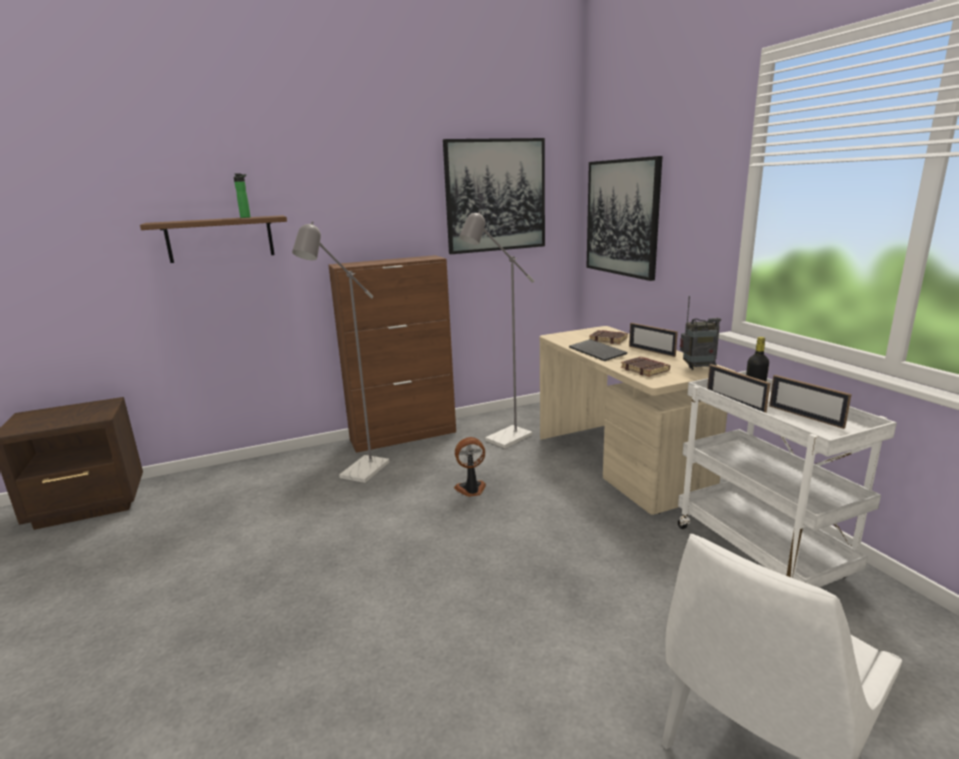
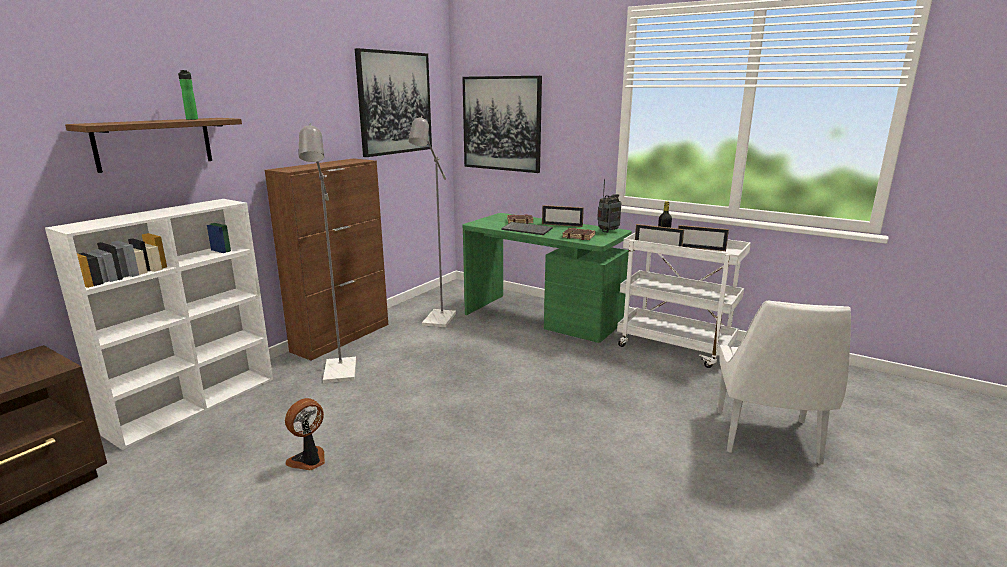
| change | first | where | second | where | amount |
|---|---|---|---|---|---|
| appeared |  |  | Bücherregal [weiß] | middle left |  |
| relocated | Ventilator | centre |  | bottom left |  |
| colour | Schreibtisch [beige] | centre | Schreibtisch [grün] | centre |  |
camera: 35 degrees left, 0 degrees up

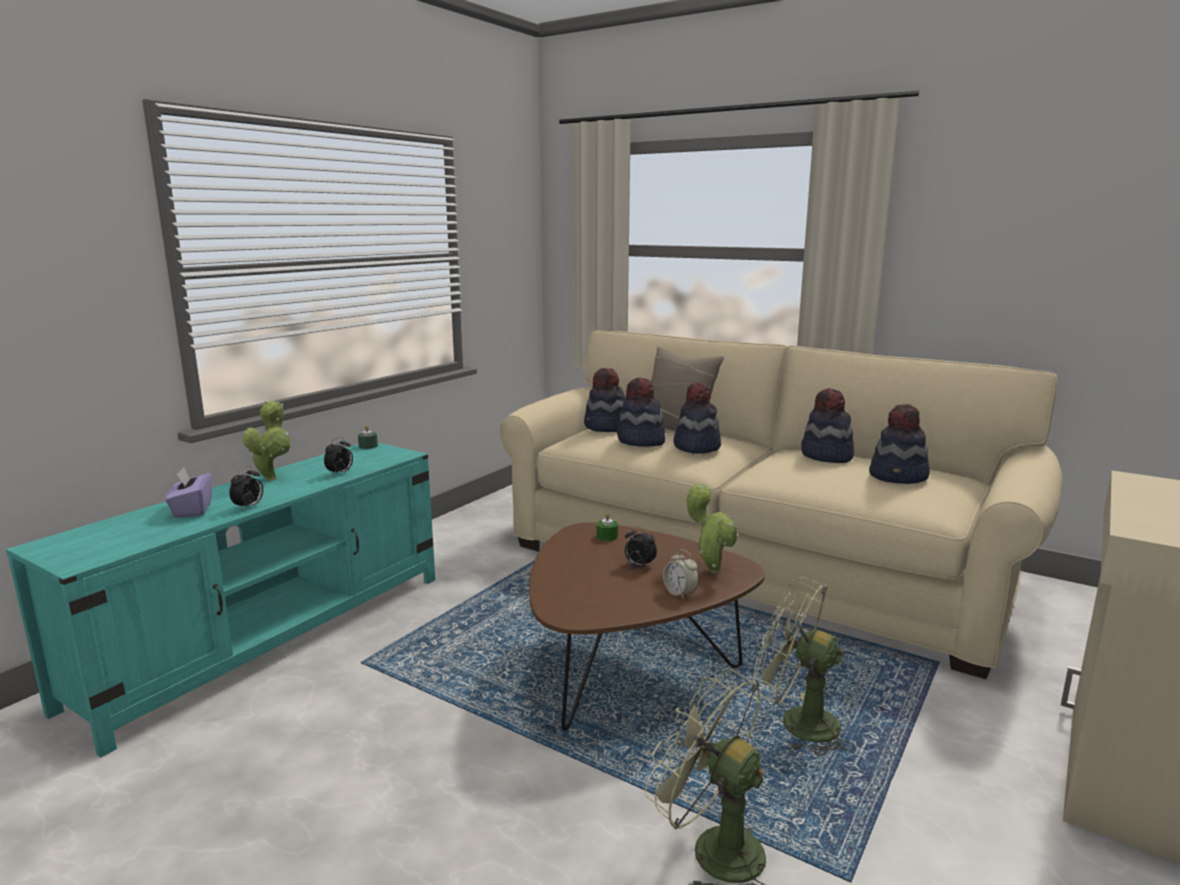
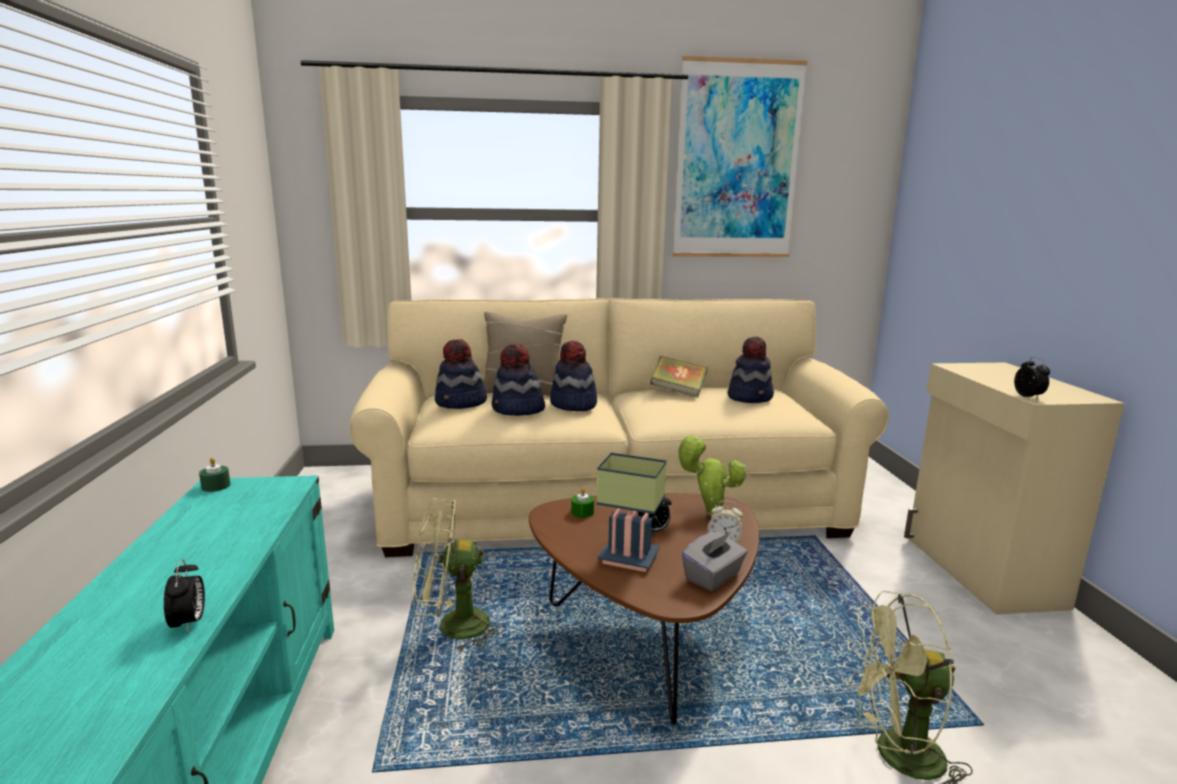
| change | first | where | second | where | amount |
|---|---|---|---|---|---|
| missing | Taschentuchbox [lila] | middle left |  |  |  |
| missing | Topfpflanze (no. 1 from left) | middle left |  |  |  |
| appeared |  |  | Tischlampe | centre |  |
| appeared |  |  | Bild | top centre |  |
| appeared |  |  | Taschentuchbox [grau] | bottom centre |  |
| relocated | Wecker (no. 2 from left in the first image) | middle left | Wecker (no. 4 from left) | middle right |  |
| relocated | Ventilator [grün] (no. 2 from left in the first image) | bottom right | Ventilator [grün] (no. 1 from left) | bottom centre |  |
| exchanged | Hut (no. 4 from left) | middle right | Buch | centre |  |
camera: 40 degrees left, 0 degrees up

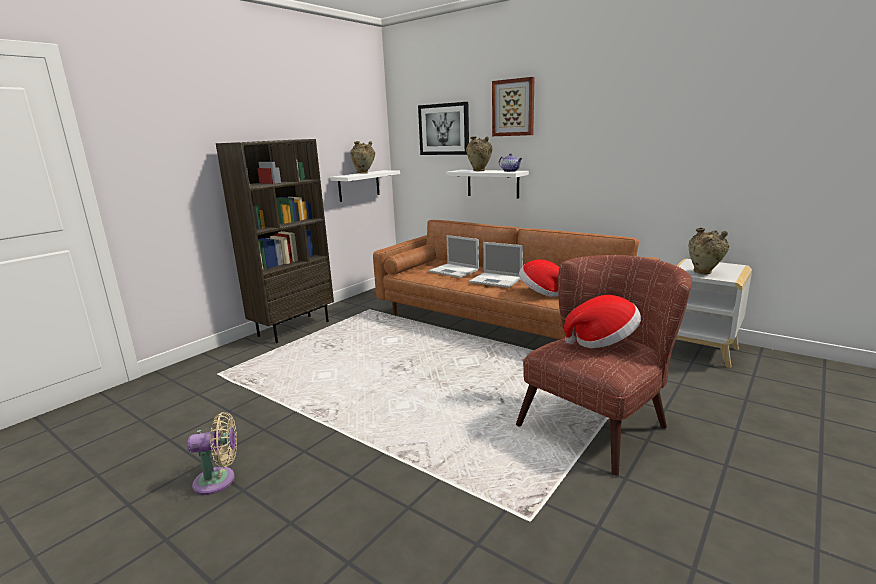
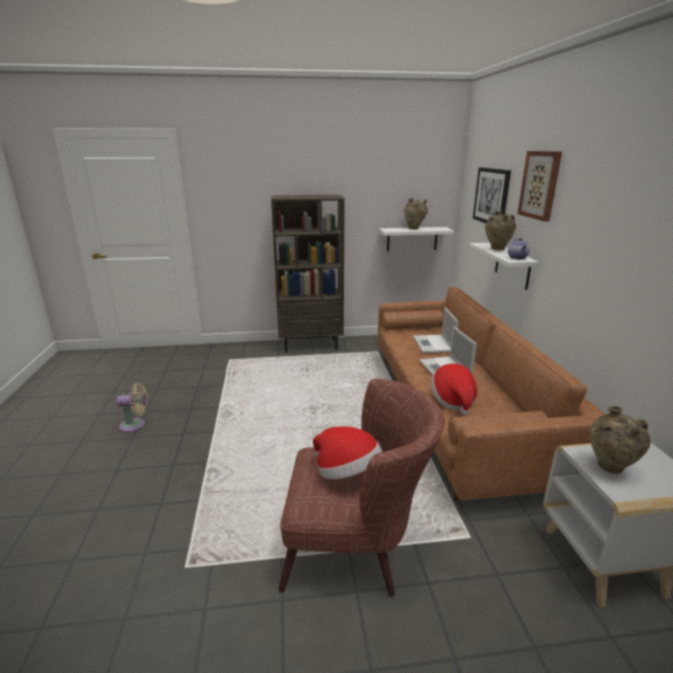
| change | first | where | second | where | amount |
|---|---|---|---|---|---|
| spun | Ventilator [beige] | bottom left |  | middle left | 45 degrees counterclockwise |
camera: 45 degrees right, 5 degrees up

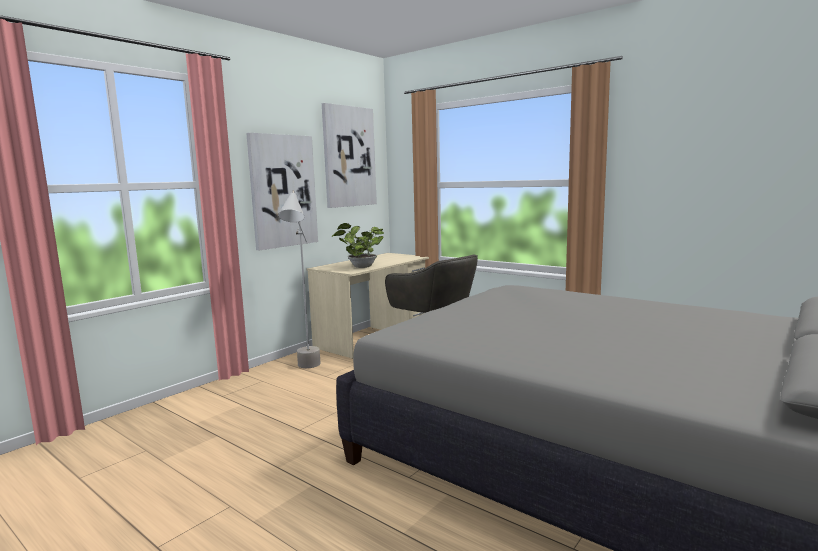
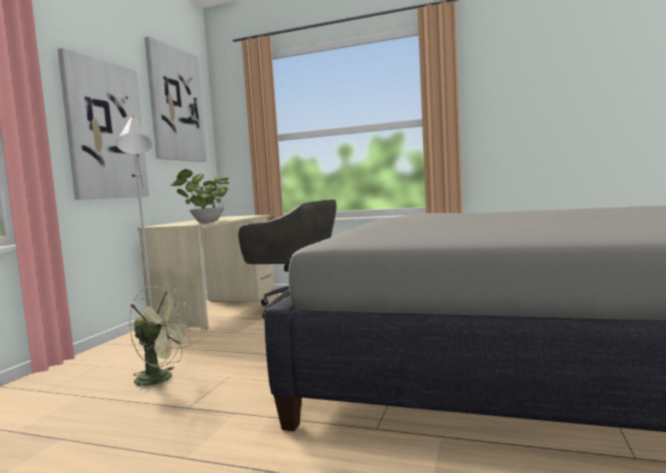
| change | first | where | second | where | amount |
|---|---|---|---|---|---|
| appeared |  |  | Ventilator [grün] | bottom left |  |
camera: 20 degrees left, 5 degrees down

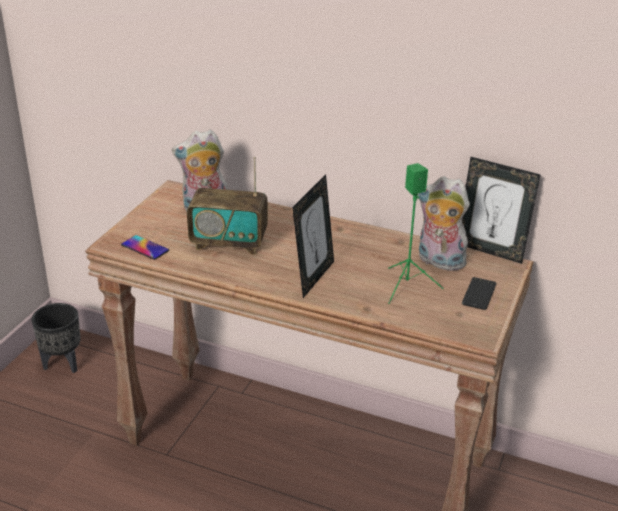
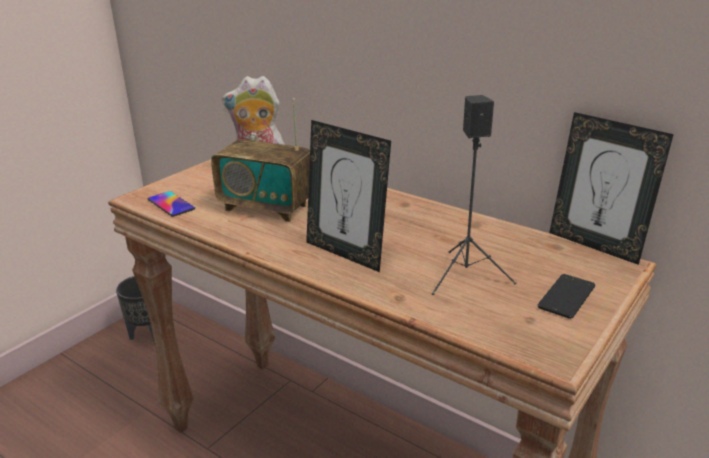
| change | first | where | second | where | amount |
|---|---|---|---|---|---|
| missing | Plüschtier (no. 2 from left) | middle right |  |  |  |
| colour | Lautsprecher [grün] | middle right | Lautsprecher [schwarz] | middle right |  |
| spun | Bilderrahmen (no. 1 from left) | centre |  | centre | 90 degrees clockwise |
camera: 15 degrees right, 5 degrees down

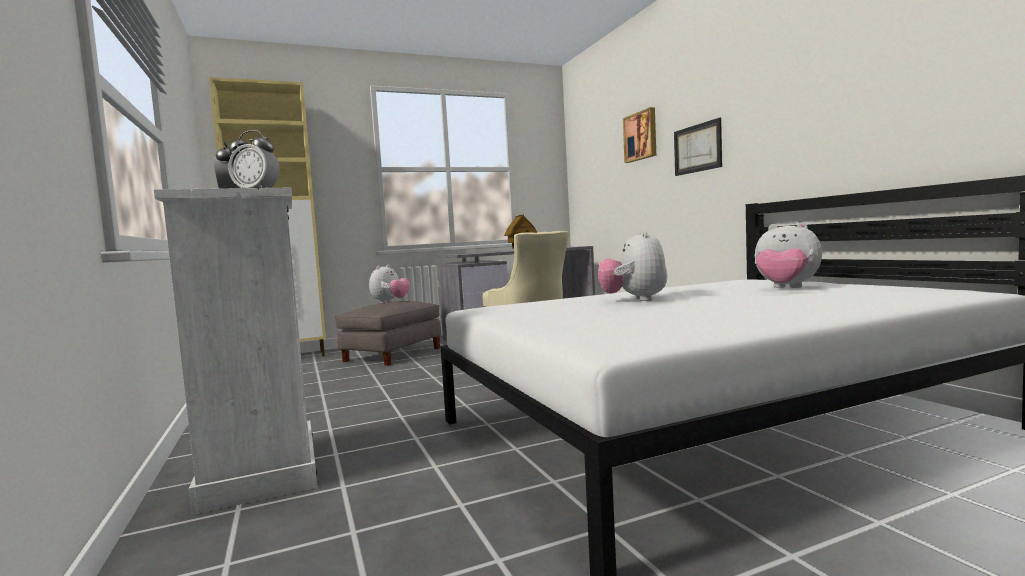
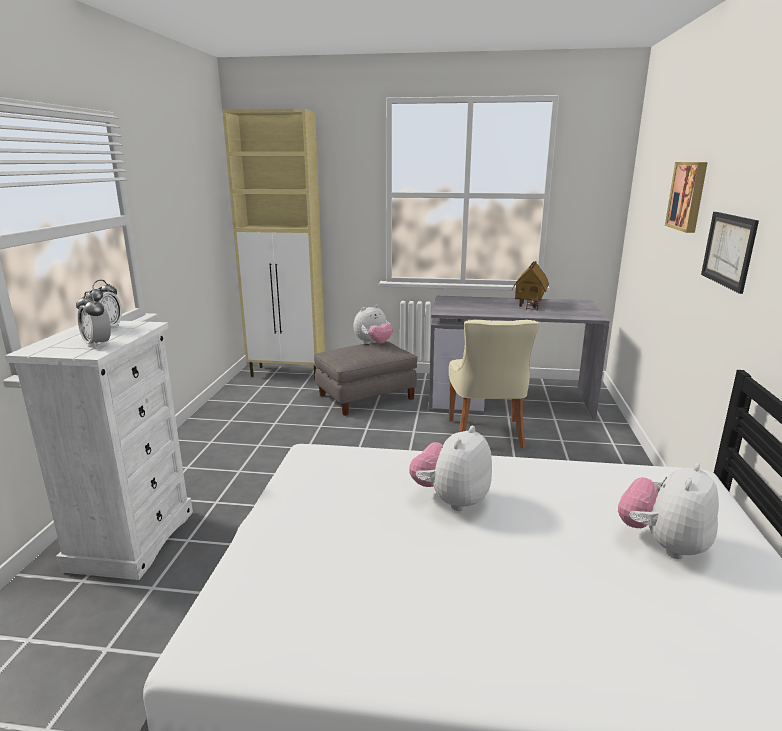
| change | first | where | second | where | amount |
|---|---|---|---|---|---|
| spun | Plüschtier (no. 3 from left) | middle right |  | bottom right | 60 degrees clockwise |
camera: 30 degrees right, 15 degrees up

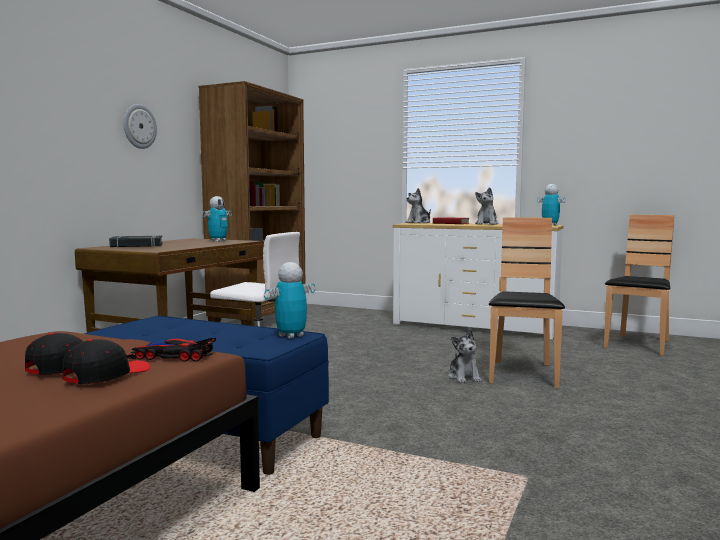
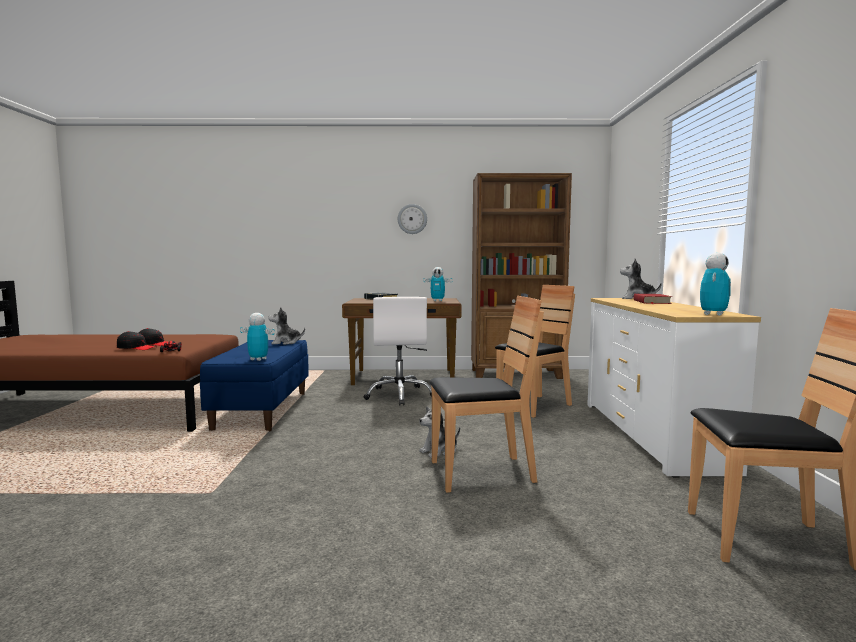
| change | first | where | second | where | amount |
|---|---|---|---|---|---|
| appeared |  |  | Stuhl [braun] (no. 2 from left) | centre |  |
| relocated | Plüschtier (no. 3 from left in the first image) | middle right | Plüschtier (no. 1 from left) | centre |  |
camera: 65 degrees right, 0 degrees up

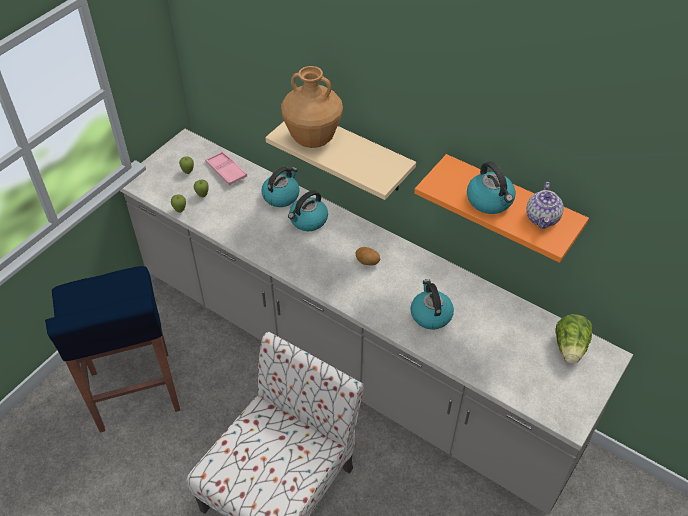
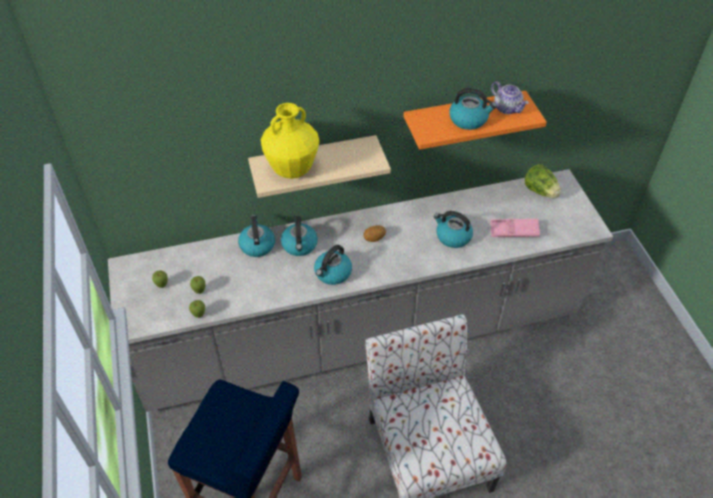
| change | first | where | second | where | amount |
|---|---|---|---|---|---|
| appeared |  |  | Wasserkessel (no. 3 from left) | centre |  |
| relocated | Tablett [rosa] | top left |  | middle right |  |
| colour | Vase [braun] | top centre | Vase [gelb] | top centre |  |
camera: 50 degrees left, 0 degrees up

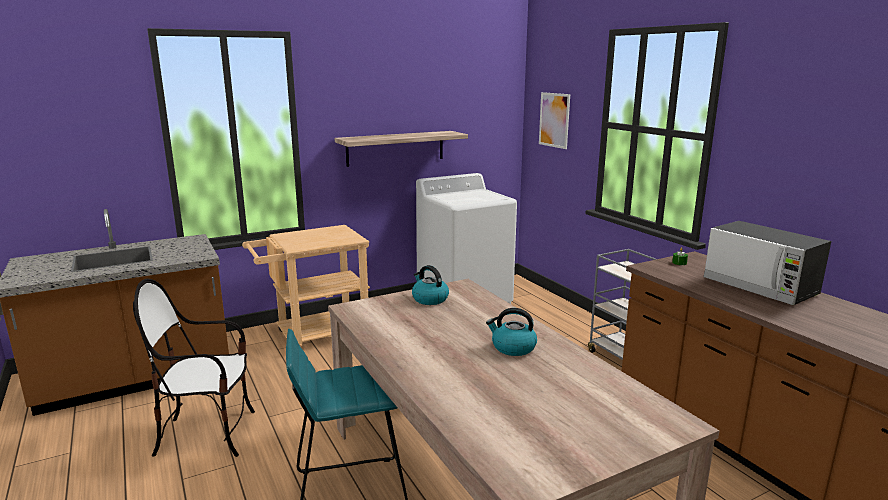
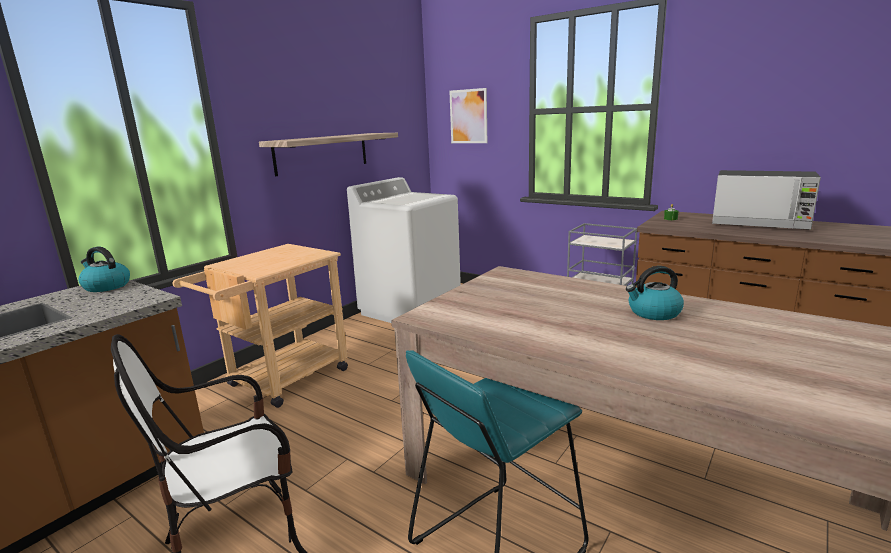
| change | first | where | second | where | amount |
|---|---|---|---|---|---|
| relocated | Wasserkessel (no. 1 from left) | centre |  | middle left |  |
camera: 25 degrees left, 0 degrees up

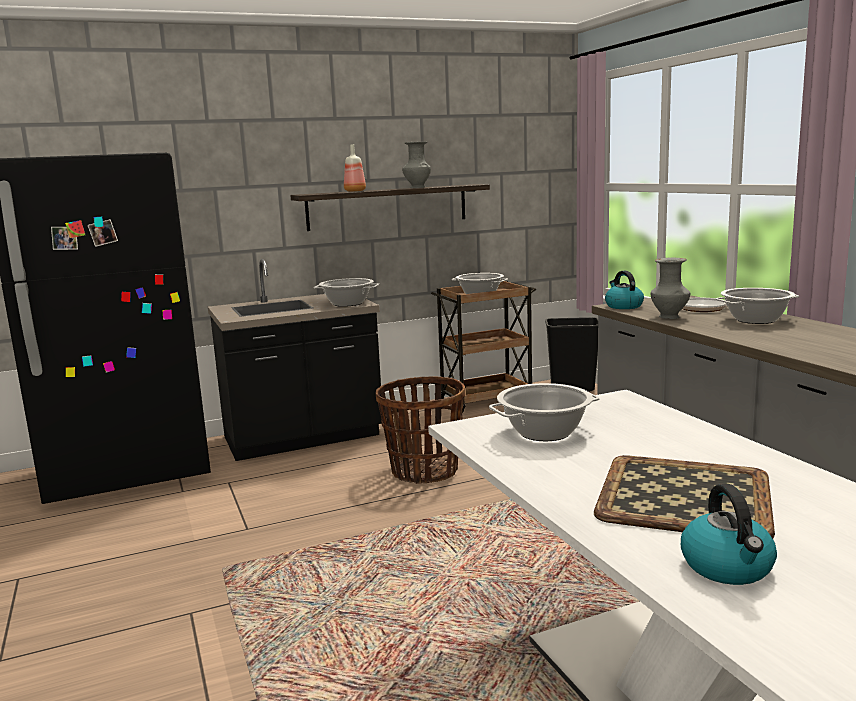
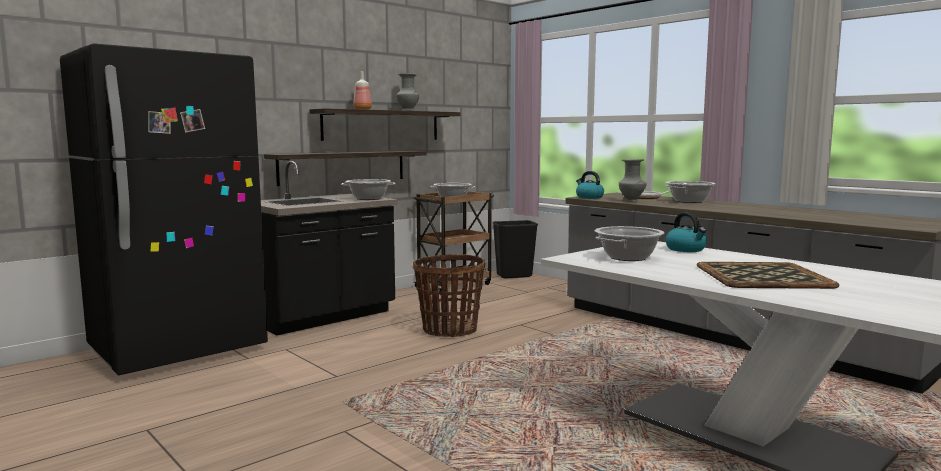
| change | first | where | second | where | amount |
|---|---|---|---|---|---|
| appeared |  |  | Wandregal (no. 1 from left) | centre |  |
| relocated | Wasserkessel (no. 2 from left) | bottom right |  | middle right |  |
camera: 20 degrees left, 5 degrees down

